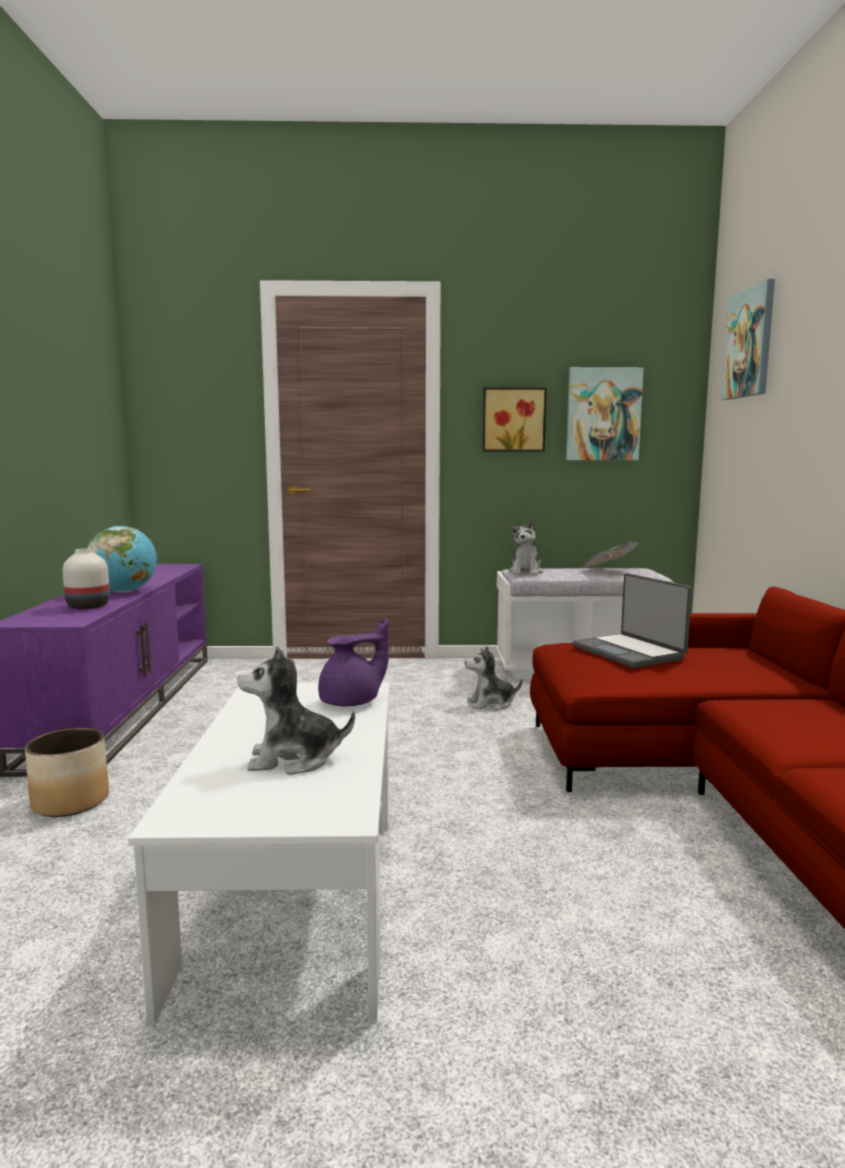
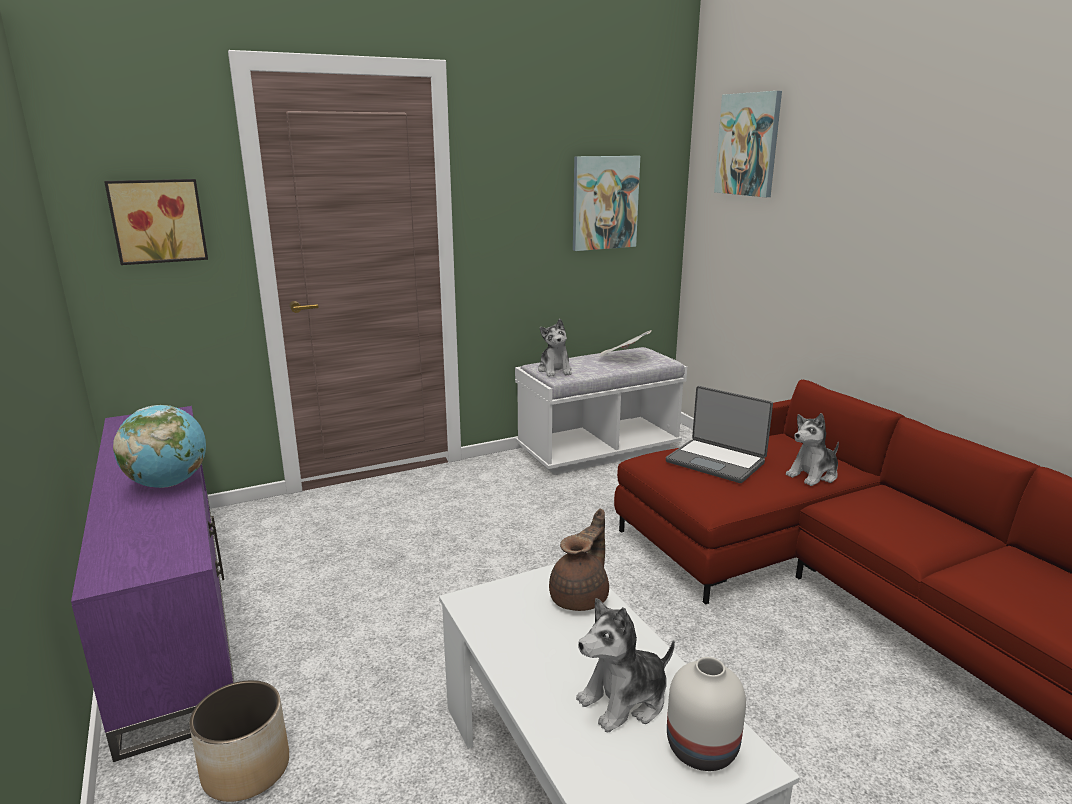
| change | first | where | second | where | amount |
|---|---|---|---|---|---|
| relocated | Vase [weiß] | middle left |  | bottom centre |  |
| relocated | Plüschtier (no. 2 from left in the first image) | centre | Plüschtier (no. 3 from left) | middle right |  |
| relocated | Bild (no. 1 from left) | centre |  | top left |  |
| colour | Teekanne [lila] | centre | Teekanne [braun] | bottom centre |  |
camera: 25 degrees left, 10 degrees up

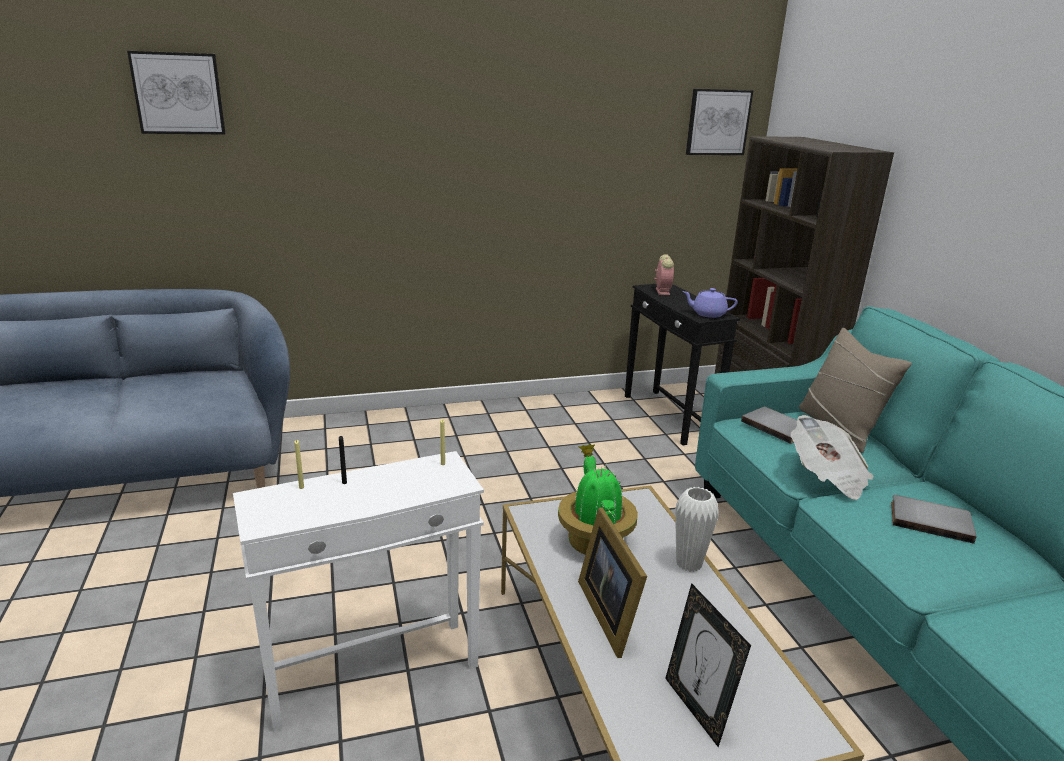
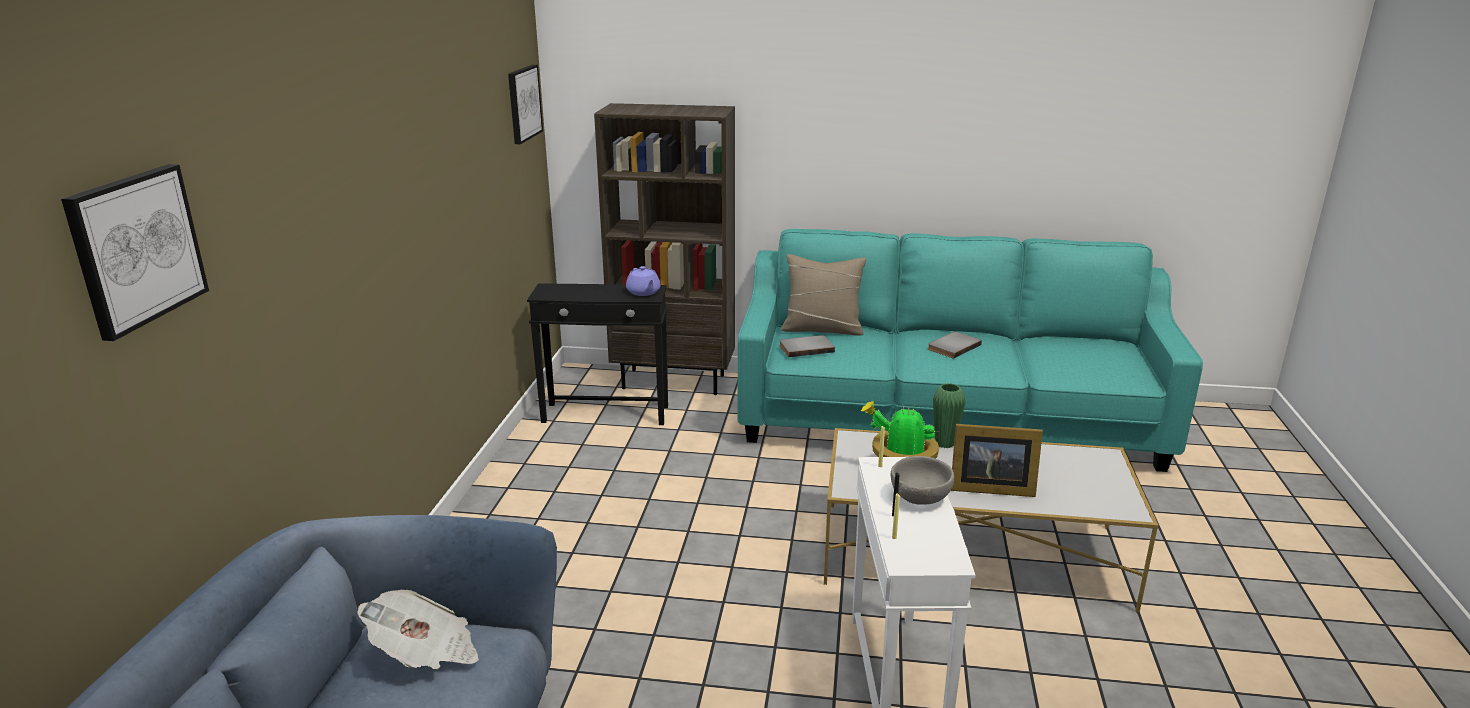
| change | first | where | second | where | amount |
|---|---|---|---|---|---|
| missing | Wecker | centre |  |  |  |
| missing | Bilderrahmen (no. 2 from left) | bottom centre |  |  |  |
| appeared |  |  | Schüssel [grau] | bottom centre |  |
| relocated | Zeitung | middle right |  | bottom left |  |
| colour | Vase [weiß] | bottom centre | Vase [grün] | centre |  |
| spun | Teekanne [lila] | middle right |  | centre | 60 degrees counterclockwise |
camera: 65 degrees left, 0 degrees up

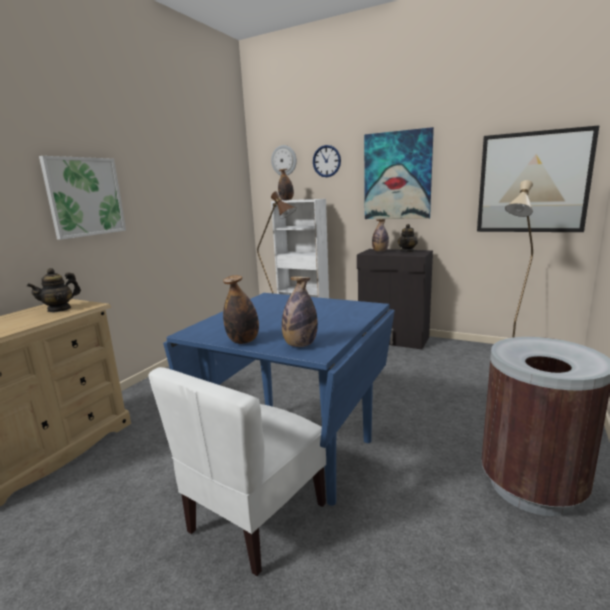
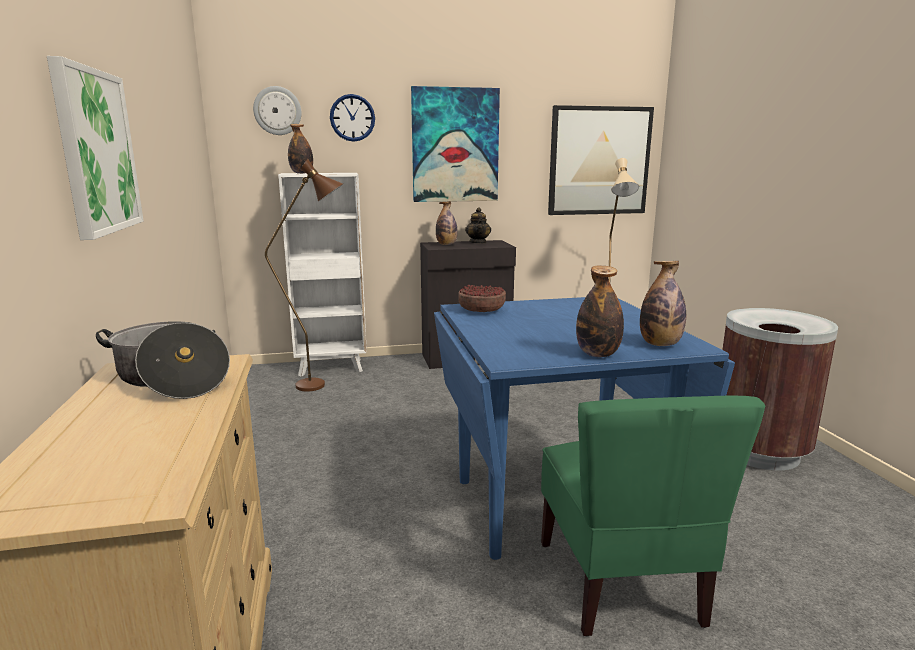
| change | first | where | second | where | amount |
|---|---|---|---|---|---|
| appeared |  |  | Schüssel | centre |  |
| exchanged | Teekanne (no. 1 from left) | middle left | Kochtopf | middle left |  |
| colour | Stuhl [weiß] | bottom centre | Stuhl [grün] | bottom right |  |
camera: 40 degrees left, 0 degrees up

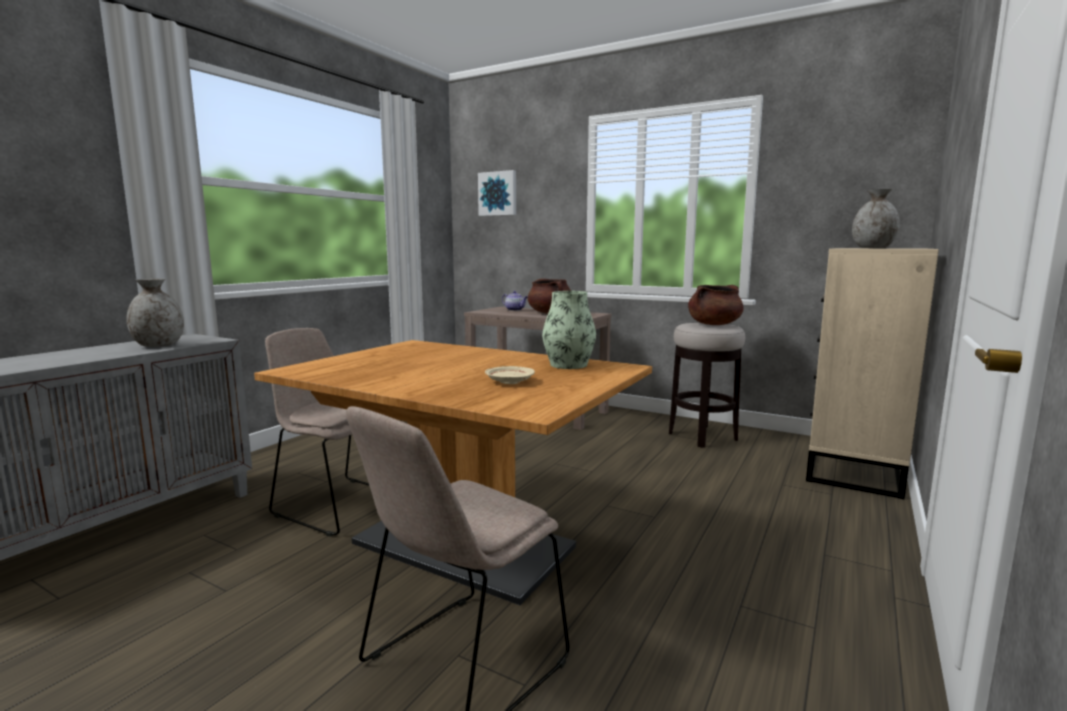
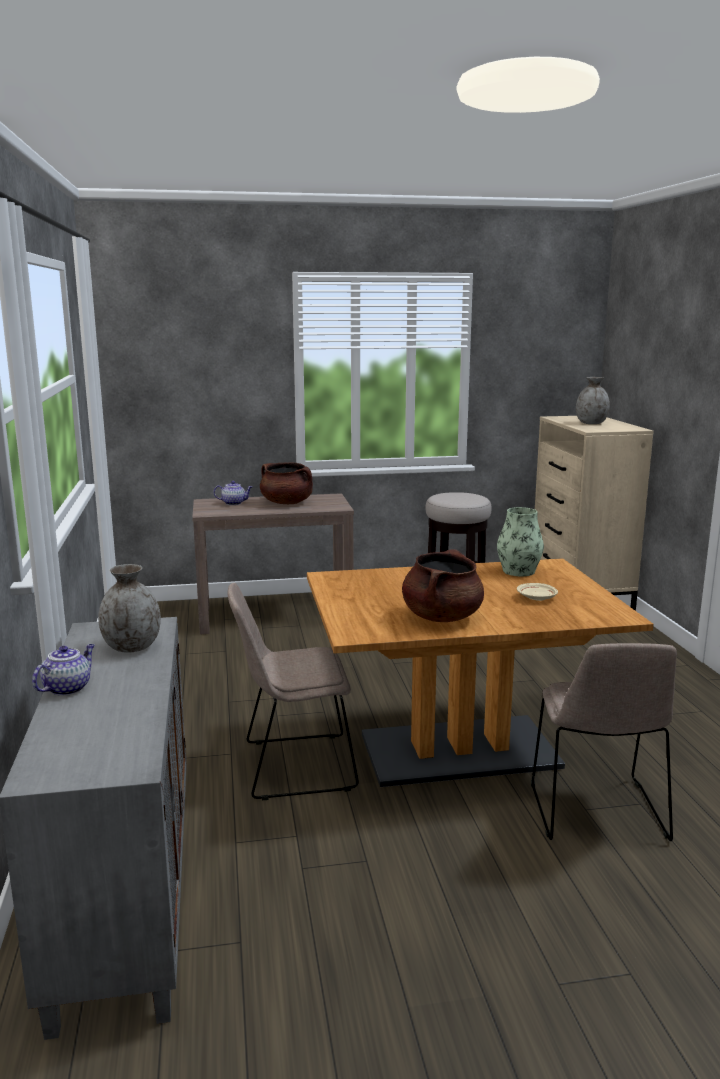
| change | first | where | second | where | amount |
|---|---|---|---|---|---|
| missing | Bild | top centre |  |  |  |
| appeared |  |  | Teekanne (no. 1 from left) | middle left |  |
| relocated | Kochtopf [braun] (no. 2 from left) | middle right |  | centre |  |
camera: 40 degrees left, 5 degrees up

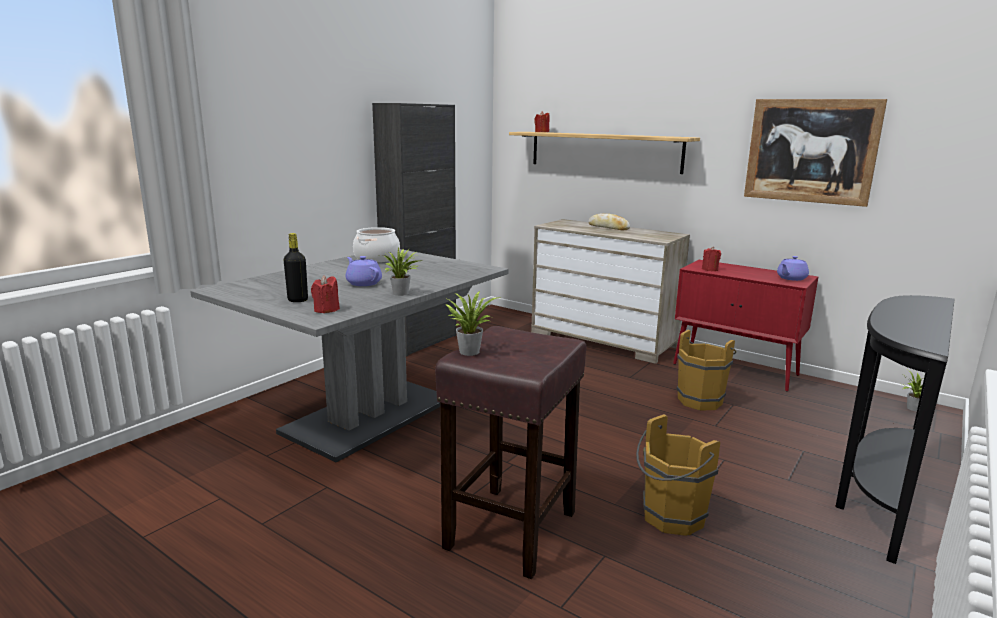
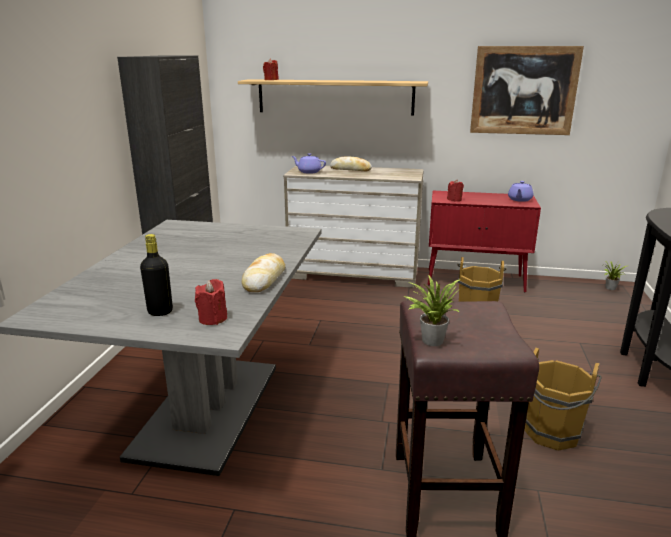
| change | first | where | second | where | amount |
|---|---|---|---|---|---|
| missing | Kochtopf | centre |  |  |  |
| relocated | Teekanne [lila] (no. 1 from left) | centre |  | top centre |  |
| exchanged | Topfpflanze (no. 1 from left) | centre | Brot (no. 1 from left) | centre |  |
camera: 25 degrees left, 5 degrees up

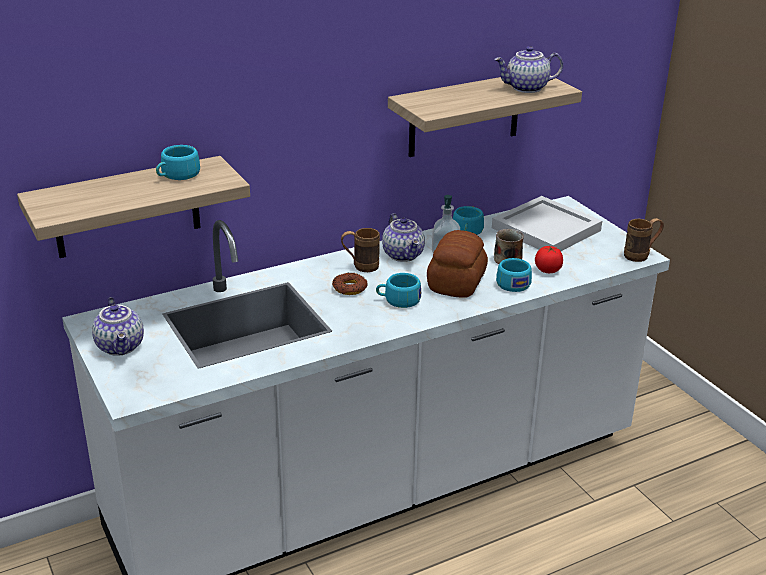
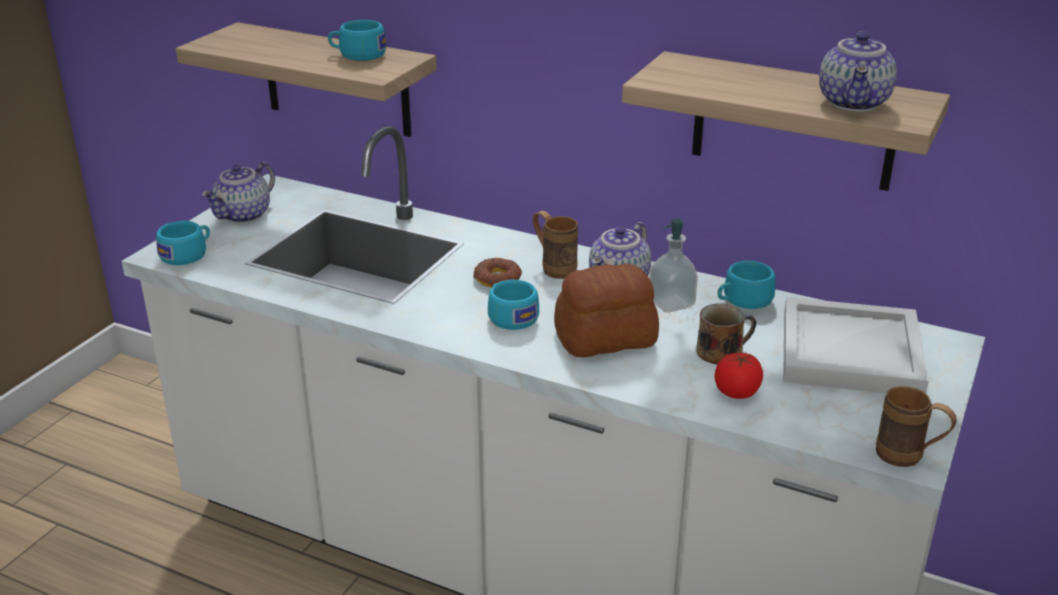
| change | first | where | second | where | amount |
|---|---|---|---|---|---|
| relocated | Tasse [türkis] (no. 4 from left in the first image) | middle right | Tasse [türkis] (no. 1 from left) | middle left |  |
| spun | Teekanne (no. 3 from left) | top right |  | top right | 120 degrees counterclockwise |
camera: 55 degrees right, 0 degrees up

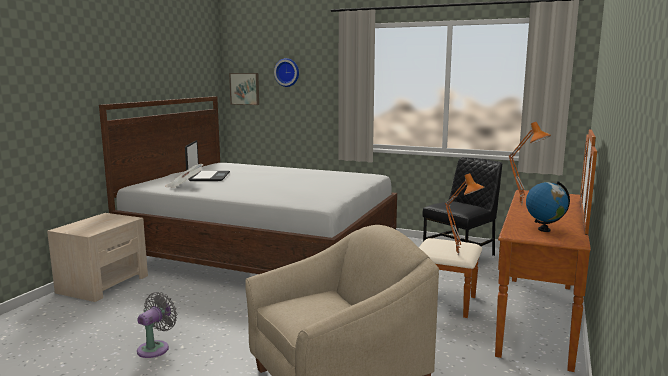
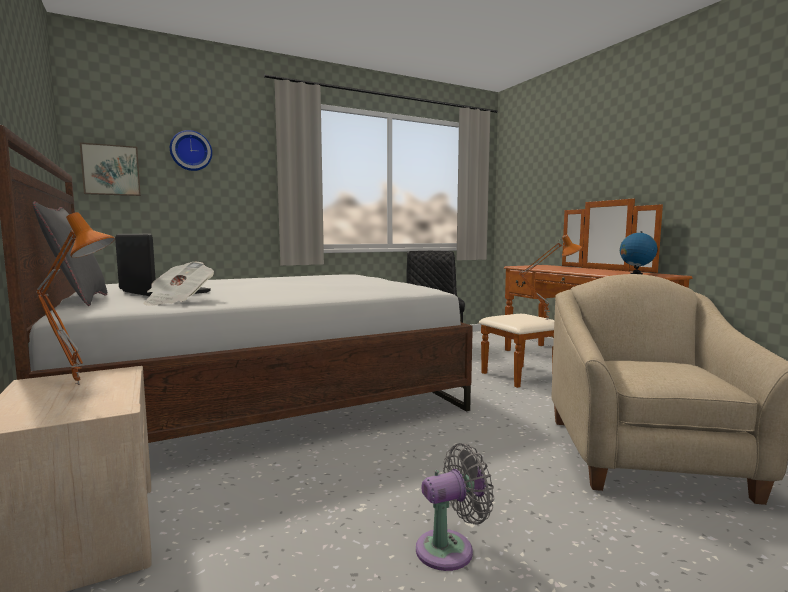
| change | first | where | second | where | amount |
|---|---|---|---|---|---|
| appeared |  |  | Kissen [grau] | middle left |  |
| relocated | Tischlampe [orange] (no. 2 from left in the first image) | middle right | Tischlampe [orange] (no. 1 from left) | middle left |  |
| spun | Ventilator [grau] | bottom left |  | bottom centre | 90 degrees clockwise |
camera: 50 degrees left, 5 degrees down

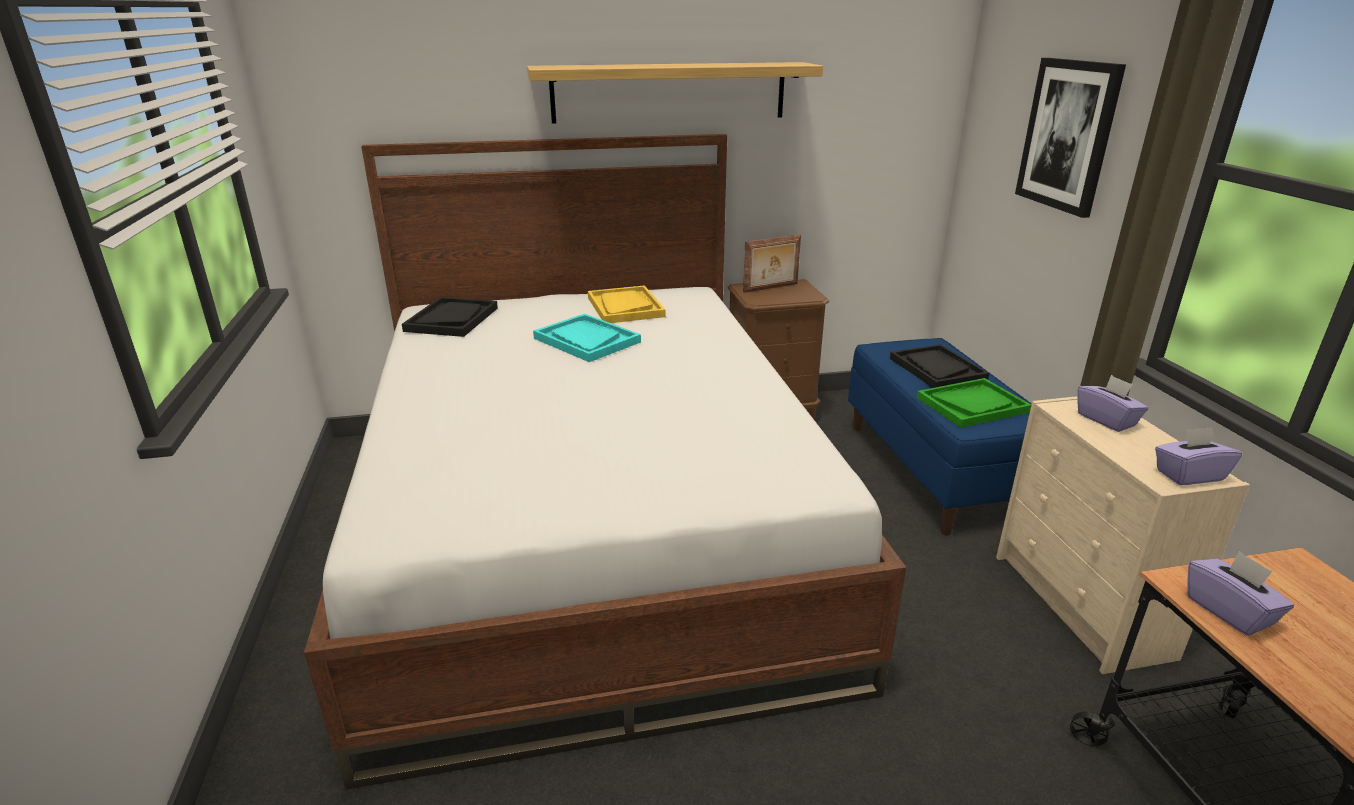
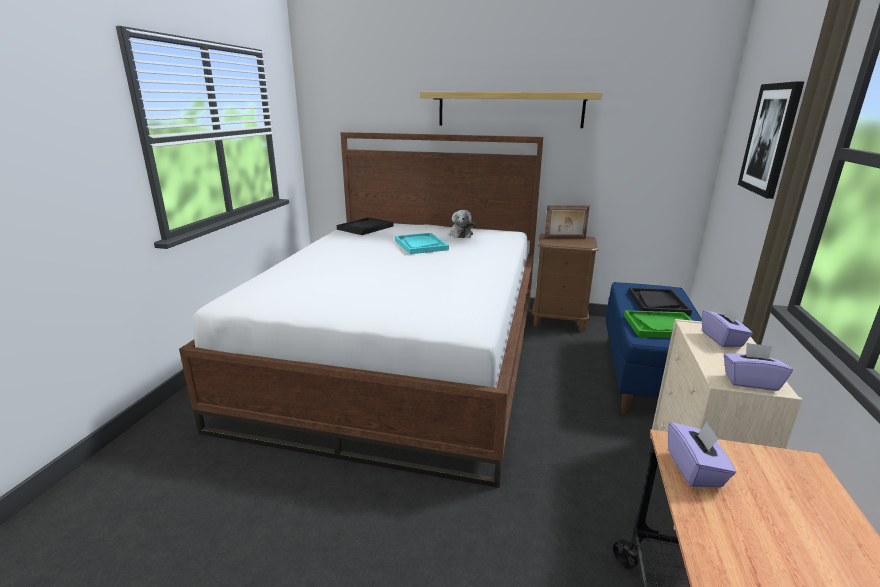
| change | first | where | second | where | amount |
|---|---|---|---|---|---|
| exchanged | Tablett [gelb] | centre | Plüschtier | centre |  |
camera: 25 degrees right, 5 degrees down

